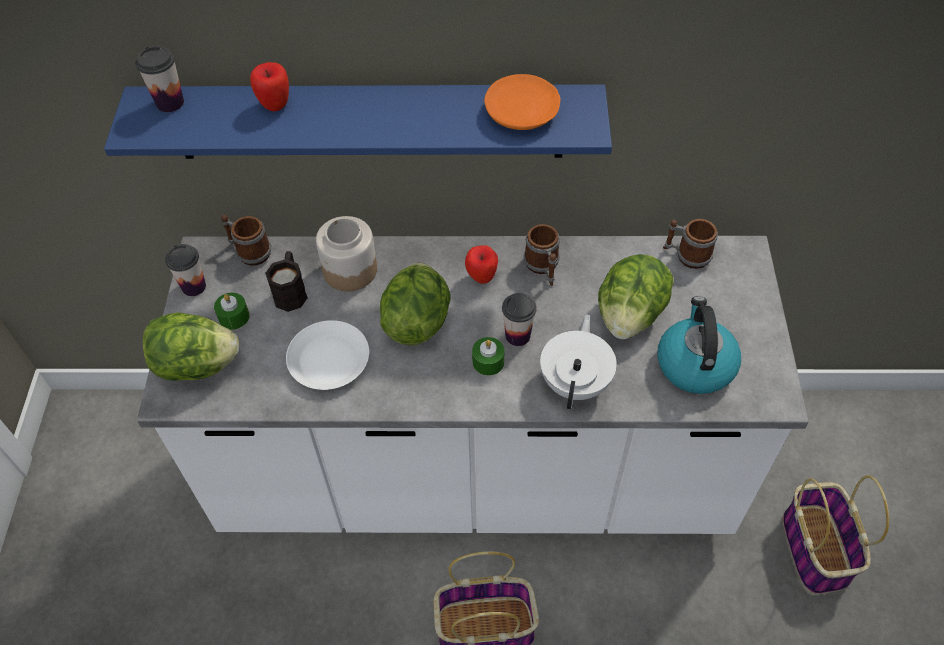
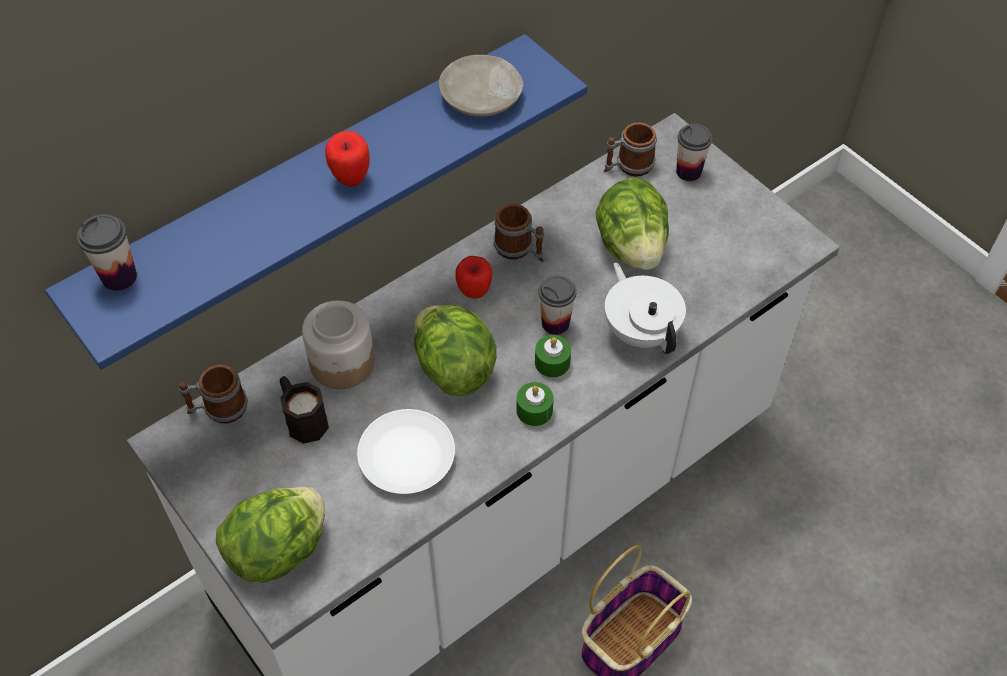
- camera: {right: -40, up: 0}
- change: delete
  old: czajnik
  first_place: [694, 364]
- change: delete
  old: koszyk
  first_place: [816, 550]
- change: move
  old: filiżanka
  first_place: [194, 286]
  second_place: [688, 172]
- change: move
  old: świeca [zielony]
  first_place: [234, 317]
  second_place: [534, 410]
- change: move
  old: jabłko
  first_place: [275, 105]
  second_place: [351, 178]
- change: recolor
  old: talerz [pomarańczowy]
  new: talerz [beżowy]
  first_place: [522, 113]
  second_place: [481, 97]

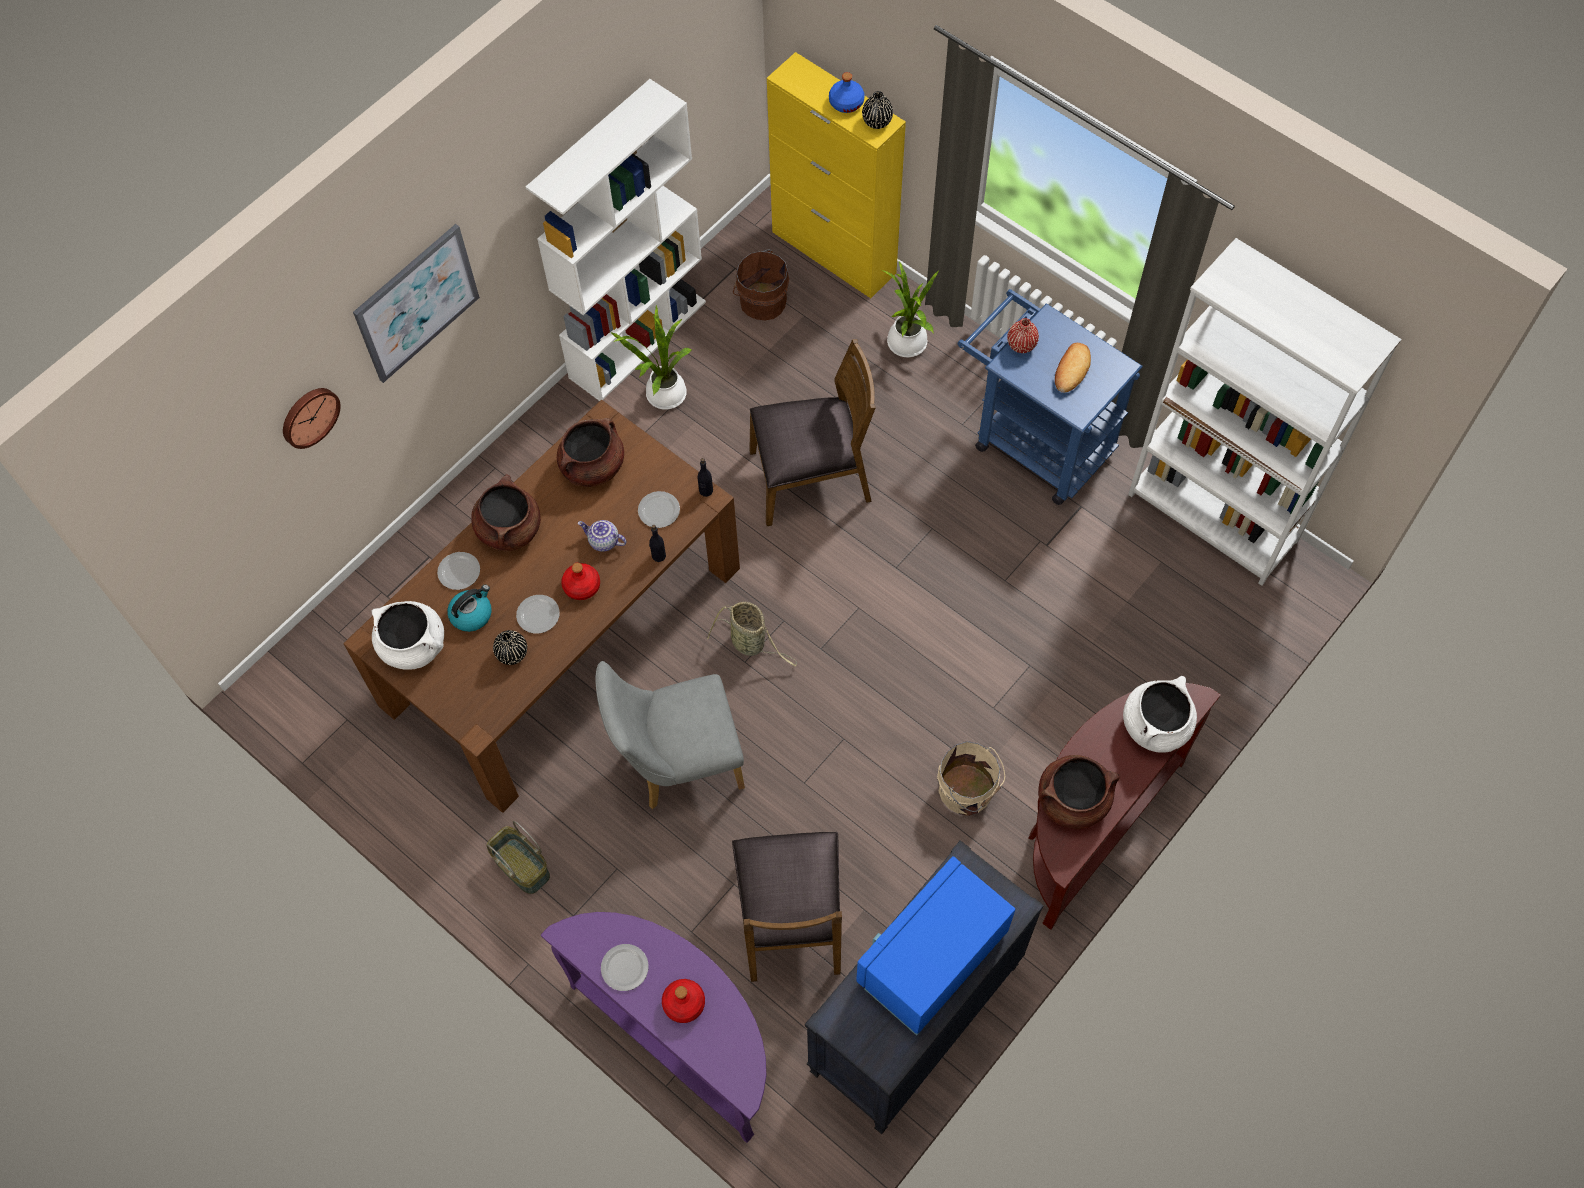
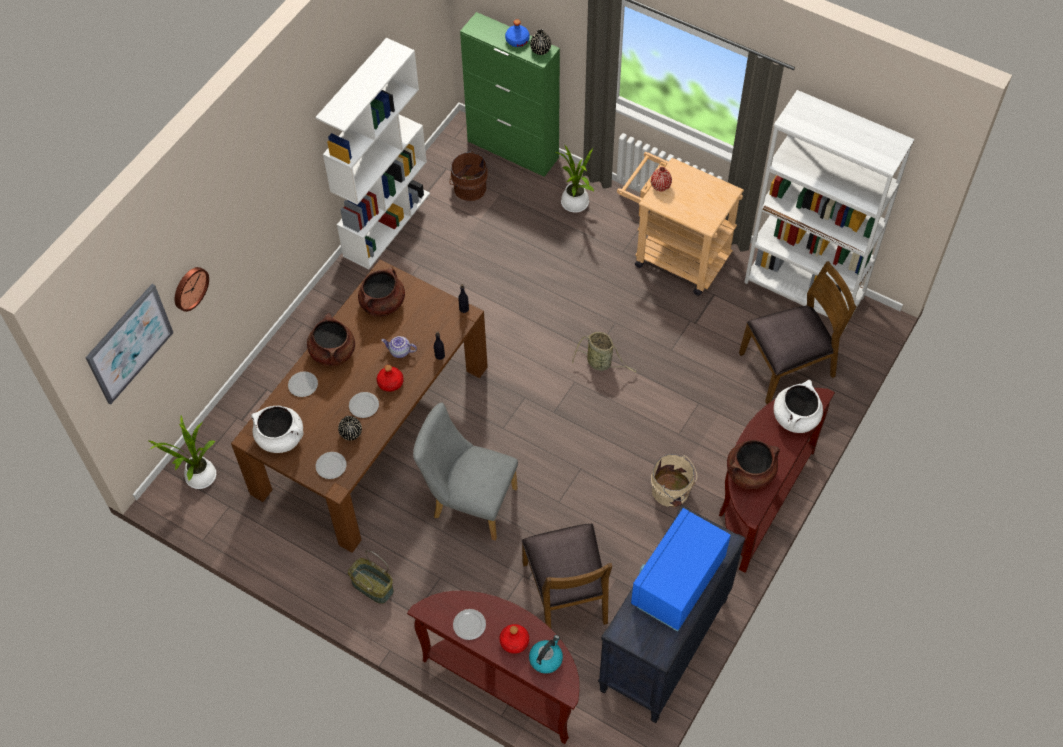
- camera: {right: -10, up: -5}
- change: delete
  old: chleb
  first_place: [1071, 370]
- change: move
  old: obraz
  first_place: [417, 303]
  second_place: [129, 343]
- change: move
  old: czajnik
  first_place: [472, 614]
  second_place: [546, 658]
- change: move
  old: roślina doniczkowa
  first_place: [662, 395]
  second_place: [198, 477]
- change: move
  old: talerz
  first_place: [658, 510]
  second_place: [331, 465]
- change: move
  old: koszyk
  first_place: [750, 643]
  second_place: [601, 363]
- change: move
  old: krzesło [brązowy]
  first_place: [811, 478]
  second_place: [788, 366]
- change: recolor
  old: stolik konsolowy [fioletowy]
  new: stolik konsolowy [brązowy]
  first_place: [681, 1036]
  second_place: [506, 681]
- change: recolor
  old: szafka [żółty]
  new: szafka [zielony]
  first_place: [834, 253]
  second_place: [513, 150]
- change: recolor
  old: wózek [niebieski]
  new: wózek [beżowy]
  first_place: [1034, 440]
  second_place: [674, 255]
- change: rotate
  old: krzesło [szary]
  first_place: [677, 763]
  second_place: [469, 501]
  degrees: 45

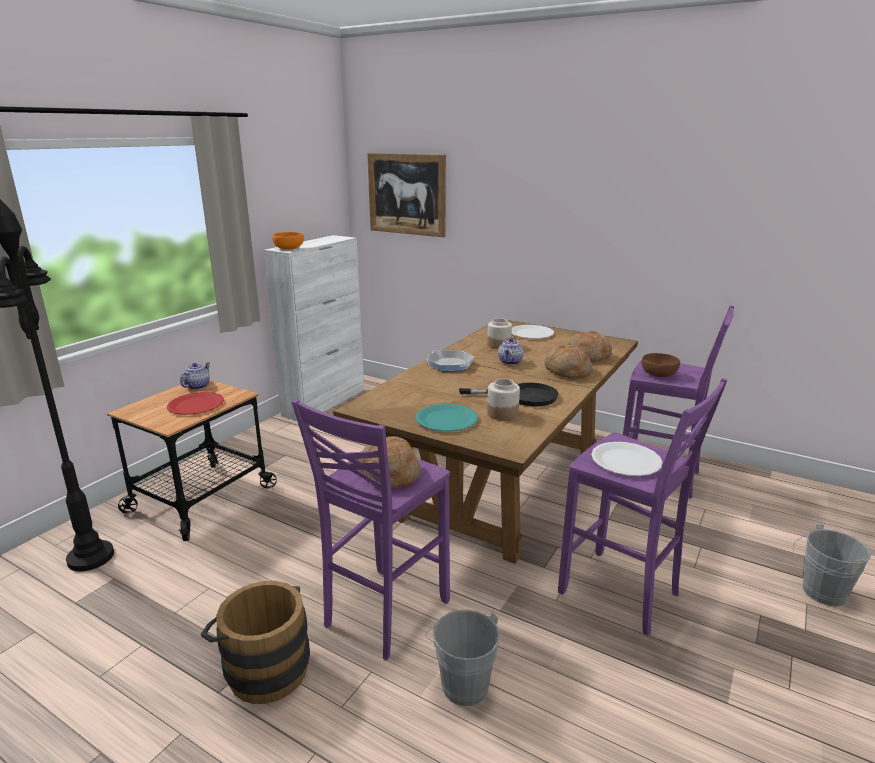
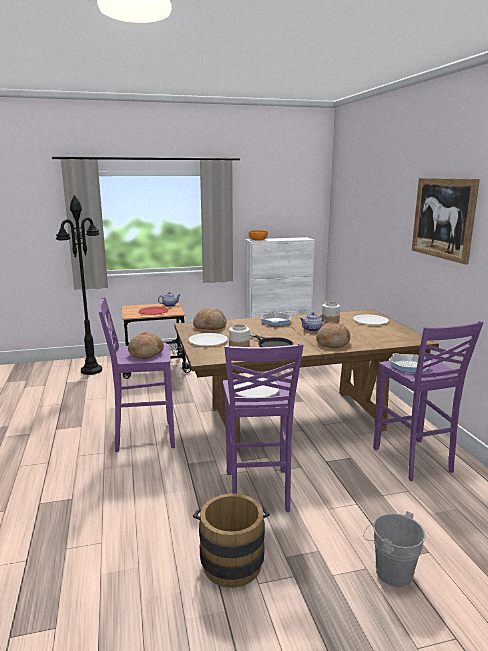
- camera: {right: 45, up: -5}
- change: delete
  old: wiadro [szary]
  first_place: [462, 682]
- change: move
  old: wiadro [brązowy]
  first_place: [263, 667]
  second_place: [231, 559]
- change: move
  old: obraz
  first_place: [406, 194]
  second_place: [443, 218]
- change: move
  old: chleb
  first_place: [588, 356]
  second_place: [210, 326]
- change: replace
  old: miska [brązowy]
  new: patelnia
  first_place: [659, 374]
  second_place: [409, 366]
- change: recolor
  old: talerz [turkusowy]
  new: talerz [biały]
  first_place: [446, 419]
  second_place: [208, 341]

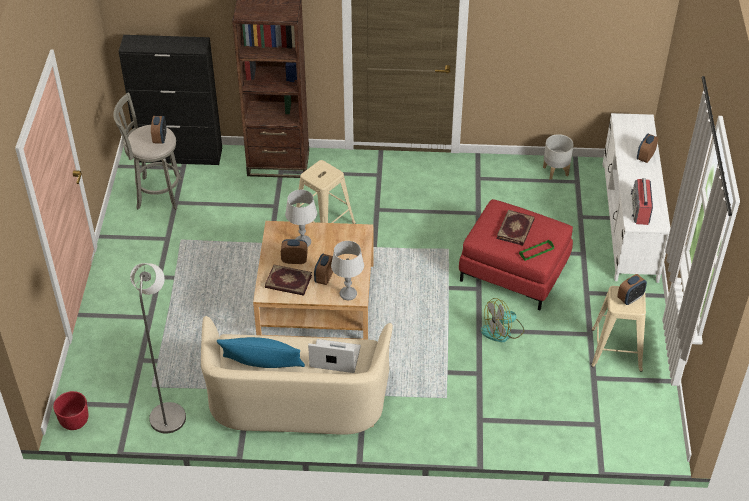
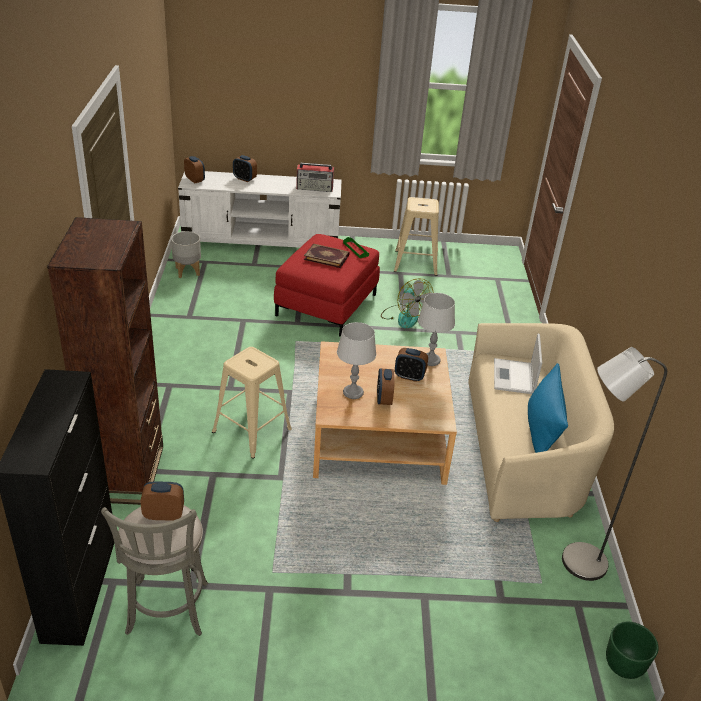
- camera: {right: -95, up: -10}
- change: delete
  old: książka
  first_place: [288, 282]
- change: move
  old: budzik
  first_place: [630, 298]
  second_place: [195, 180]
- change: recolor
  old: donica [czerwony]
  new: donica [zielony]
  first_place: [74, 421]
  second_place: [624, 666]

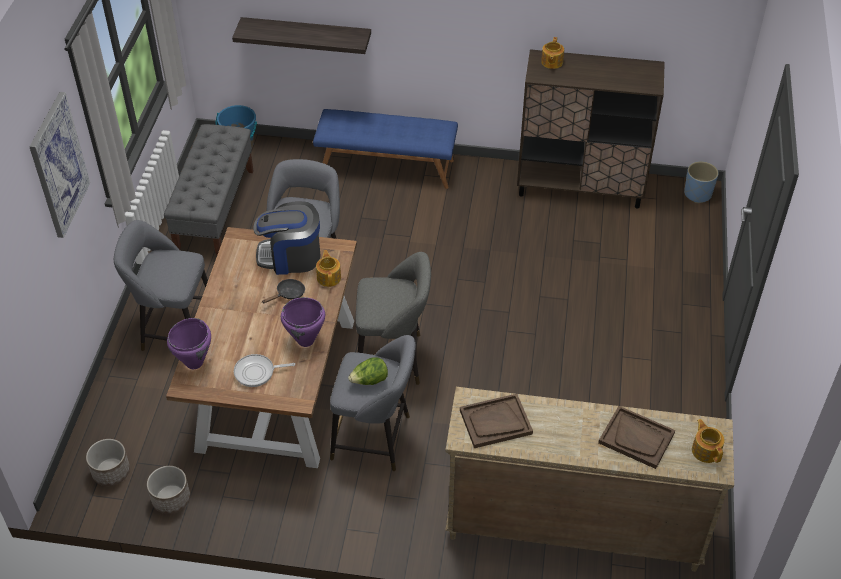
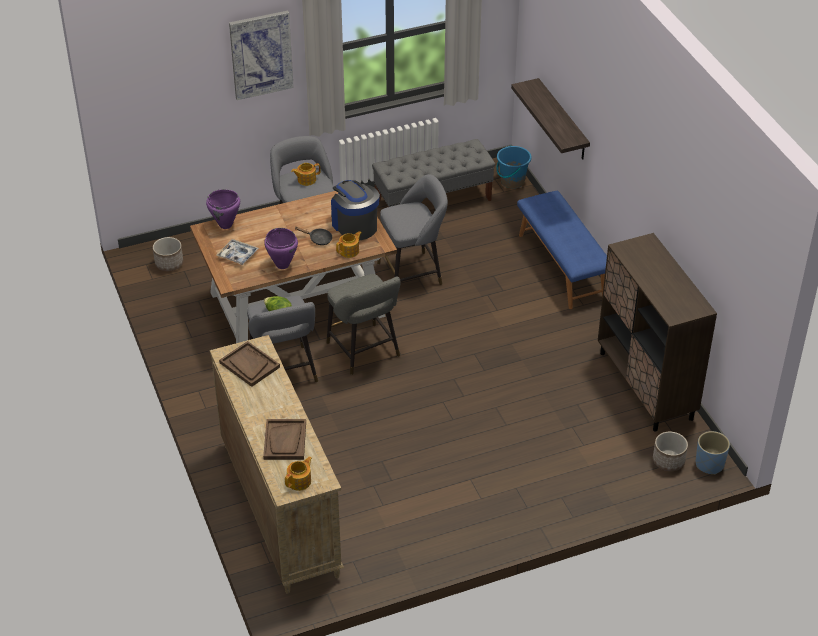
- camera: {right: 60, up: -5}
- change: move
  old: donica
  first_place: [171, 499]
  second_place: [668, 461]
- change: move
  old: imbryk
  first_place: [551, 62]
  second_place: [306, 180]
- change: replace
  old: patelnia
  new: taca
  first_place: [257, 372]
  second_place: [237, 255]

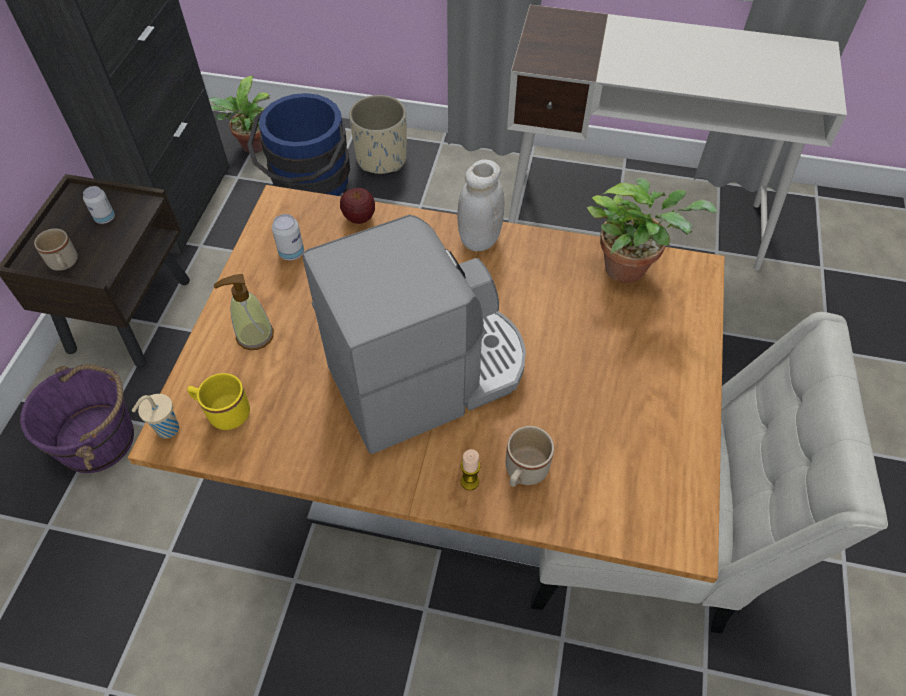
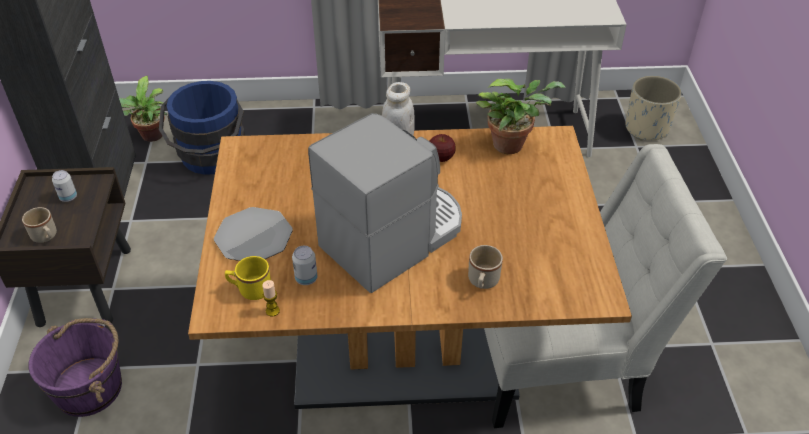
- camera: {right: -15, up: -10}
- change: delete
  old: filiżanka [beżowy]
  first_place: [166, 430]
- change: move
  old: puszka
  first_place: [291, 253]
  second_place: [306, 278]
- change: move
  old: jabłko
  first_place: [359, 218]
  second_place: [441, 158]
- change: move
  old: donica [beżowy]
  first_place: [382, 158]
  second_place: [646, 128]
- change: move
  old: świeca
  first_place: [469, 481]
  second_place: [272, 311]
- change: replace
  old: dozownik mydła
  new: talerz
  first_place: [254, 336]
  second_place: [254, 236]

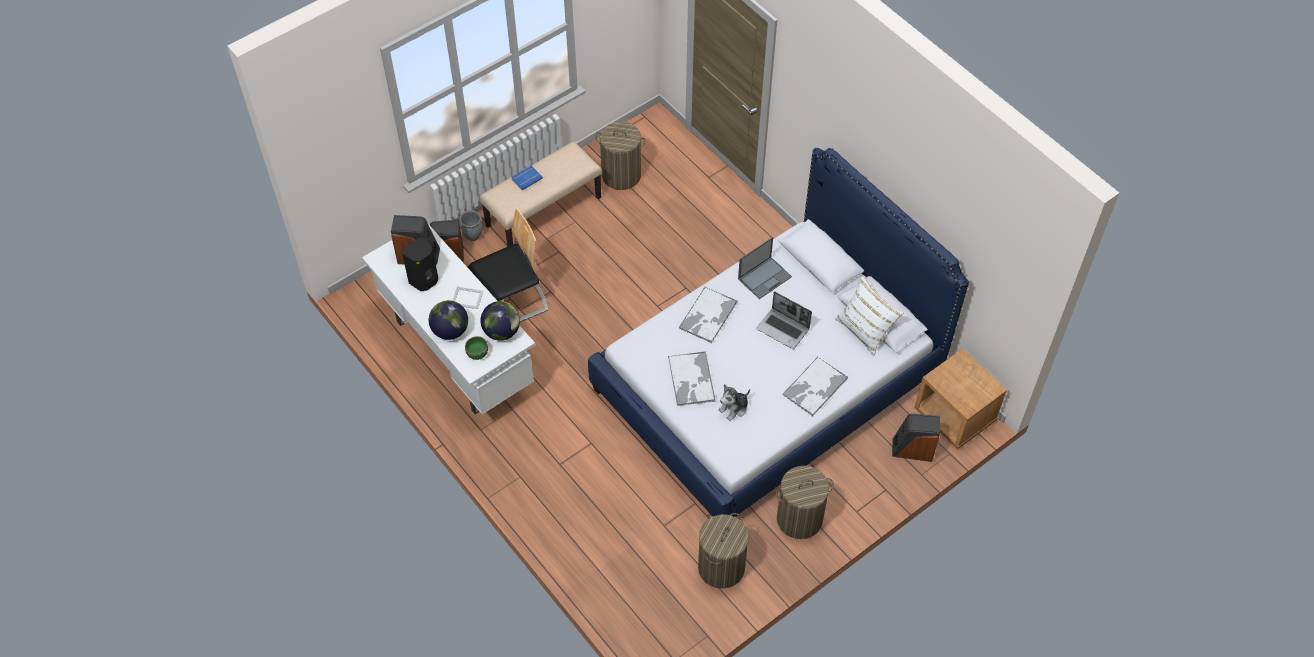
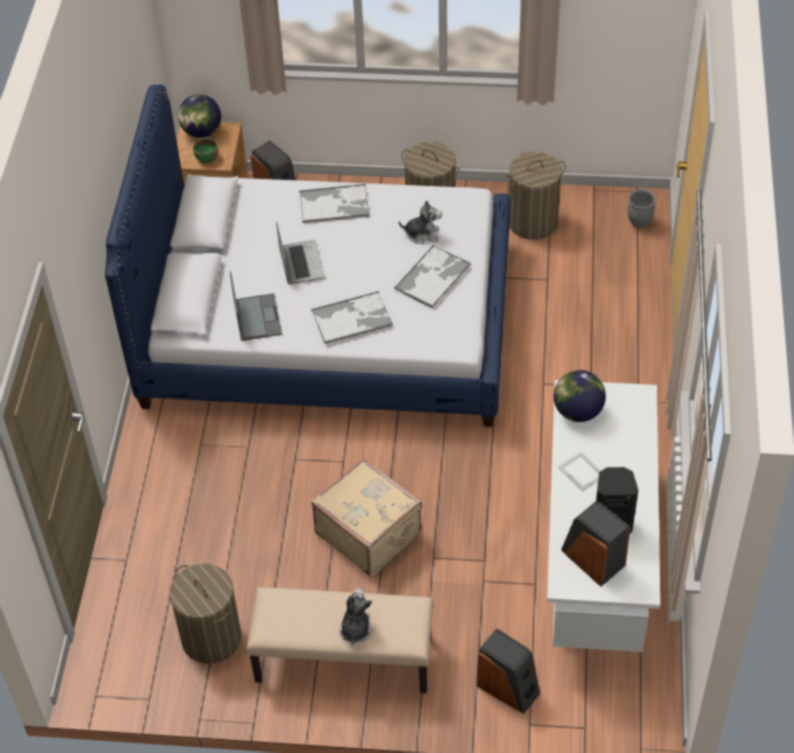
- camera: {right: -135, up: -5}
- change: delete
  old: krzesło
  first_place: [510, 302]
- change: delete
  old: poduszka [biały]
  first_place: [865, 329]
- change: insert
  new: walizka [beżowy]
  second_place: [369, 532]
- change: move
  old: globus
  first_place: [450, 330]
  second_place: [201, 132]
- change: move
  old: donica [szary]
  first_place: [473, 236]
  second_place: [638, 222]
- change: move
  old: miska [zielony]
  first_place: [477, 353]
  second_place: [207, 158]
- change: replace
  old: książka [niebieski]
  new: pluszak
  first_place: [527, 178]
  second_place: [355, 629]
- change: rotate
  old: laptop
  first_place: [765, 277]
  second_place: [257, 317]
  degrees: 75

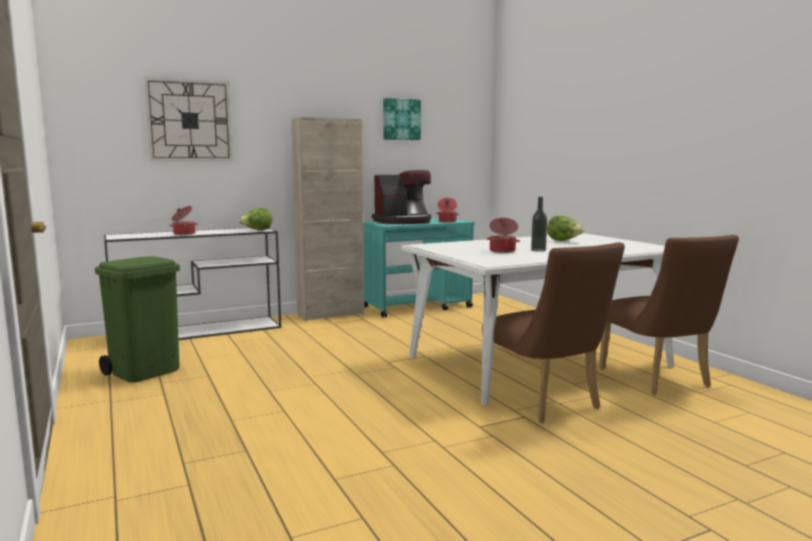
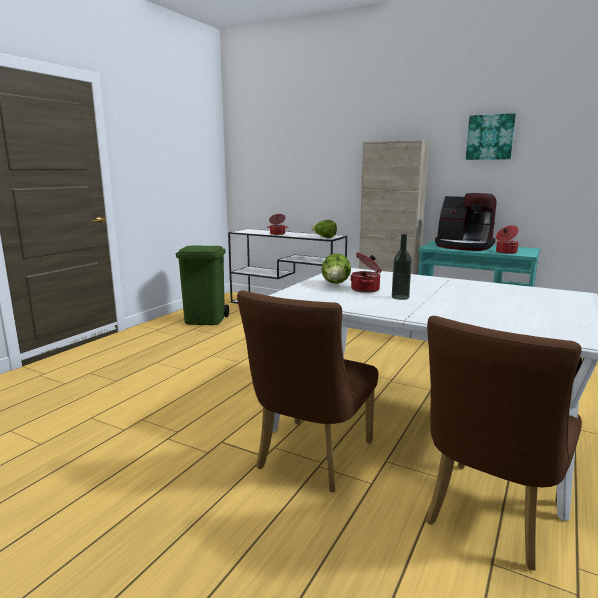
- camera: {right: 55, up: 5}
- change: delete
  old: zegar ścienny
  first_place: [189, 120]
- change: move
  old: sałata
  first_place: [564, 241]
  second_place: [336, 284]

